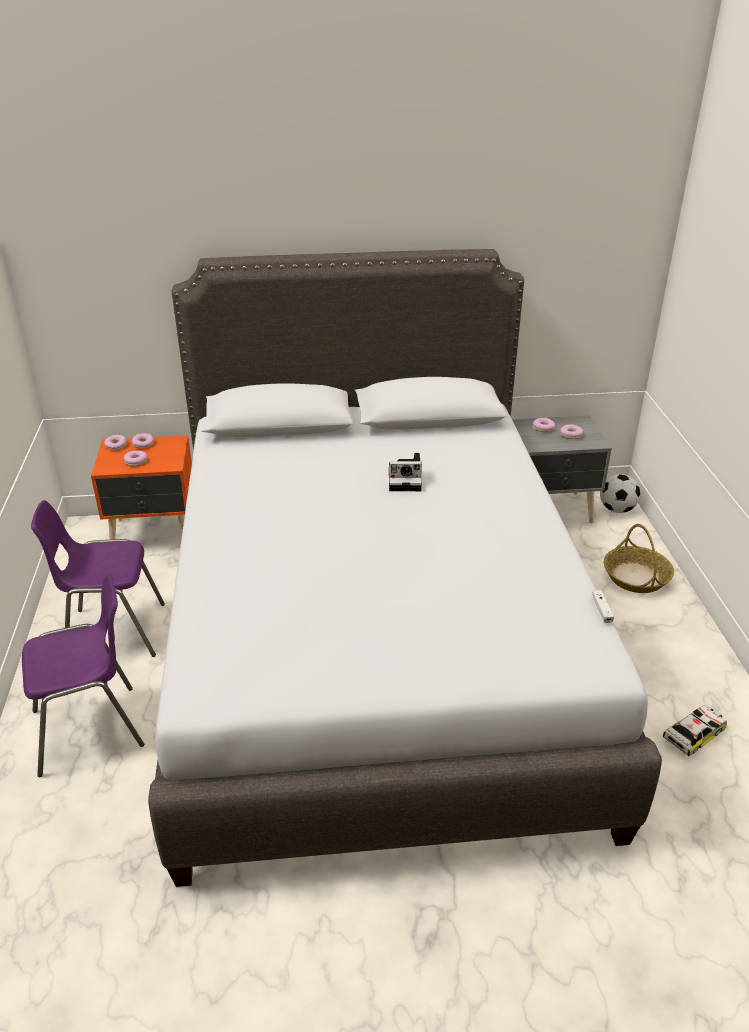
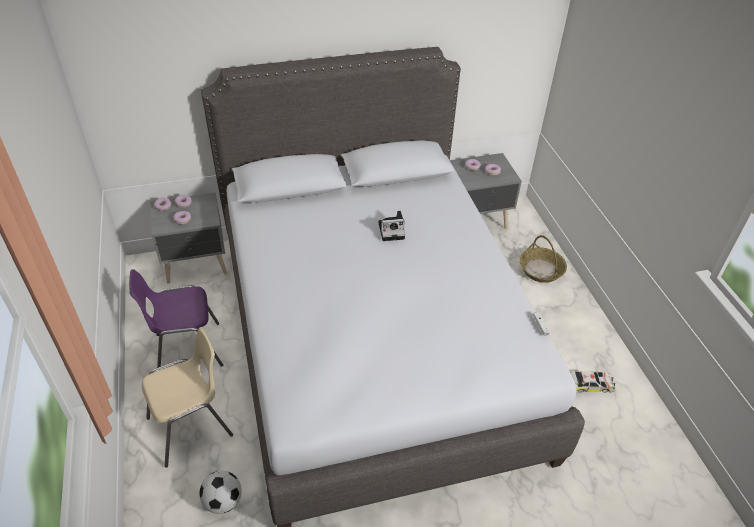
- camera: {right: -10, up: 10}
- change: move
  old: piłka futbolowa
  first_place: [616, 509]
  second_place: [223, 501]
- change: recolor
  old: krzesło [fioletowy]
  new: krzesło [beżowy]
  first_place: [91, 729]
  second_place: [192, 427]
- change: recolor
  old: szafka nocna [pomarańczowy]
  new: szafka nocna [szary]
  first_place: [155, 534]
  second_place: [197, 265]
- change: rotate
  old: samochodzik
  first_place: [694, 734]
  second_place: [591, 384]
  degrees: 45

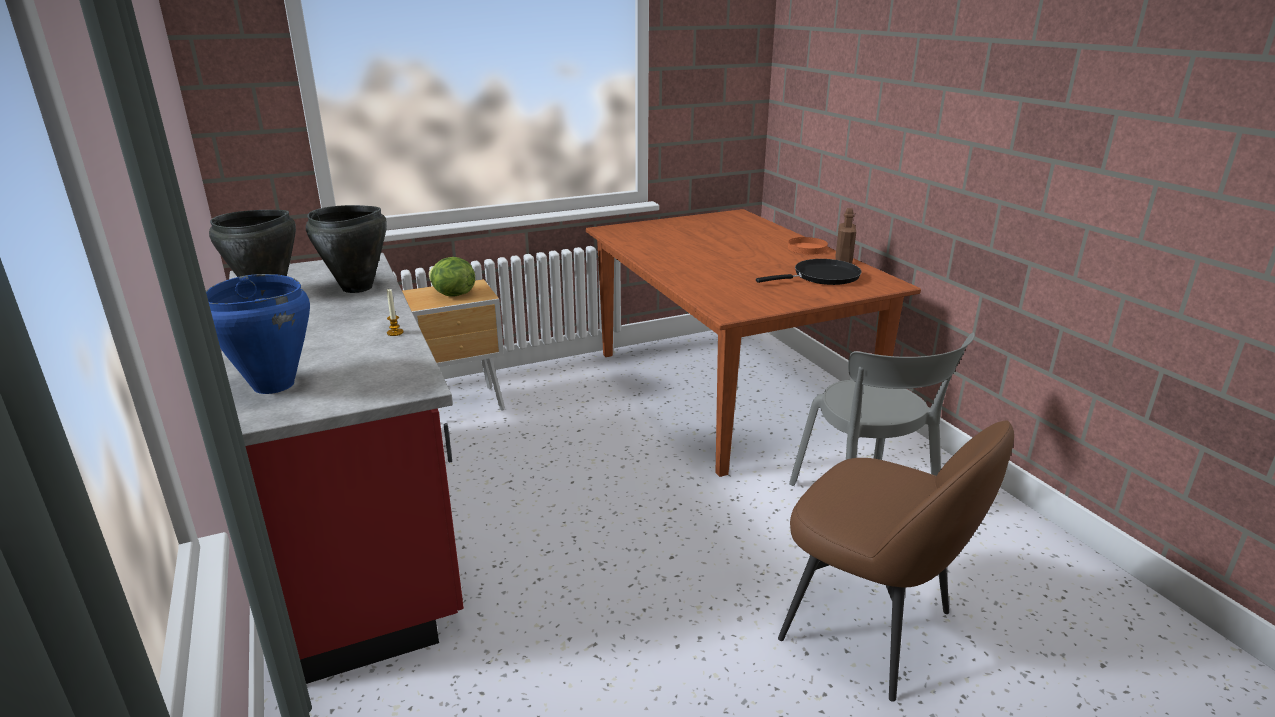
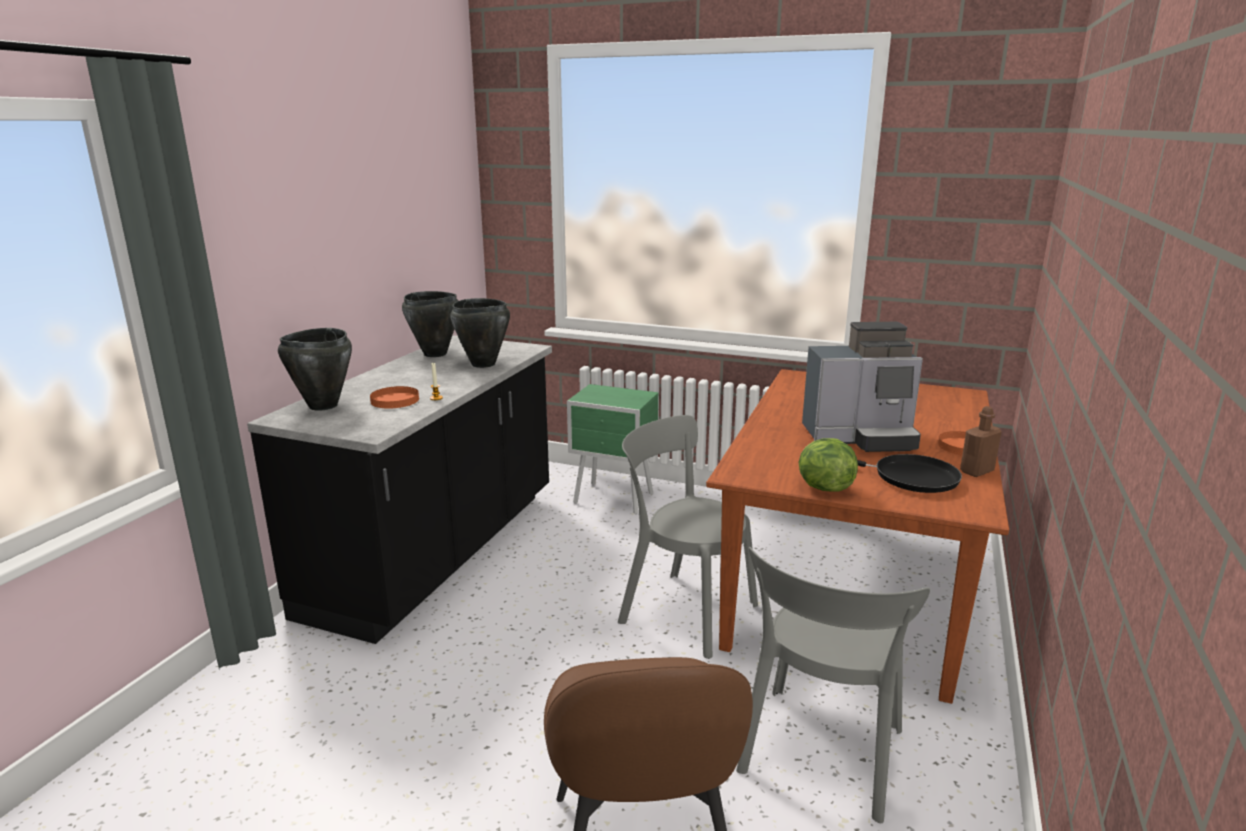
- camera: {right: 45, up: -5}
- change: insert
  new: talerz [pomarańczowy]
  second_place: [395, 400]
- change: insert
  new: krzesło [szary]
  second_place: [683, 611]
- change: insert
  new: ekspres do kawy
  second_place: [860, 437]
- change: move
  old: sałata
  first_place: [452, 295]
  second_place: [823, 487]
- change: recolor
  old: garnek [niebieski]
  new: garnek [czarny]
  first_place: [273, 385]
  second_place: [322, 406]
- change: recolor
  old: zabudowa kuchenna [czerwony]
  new: zabudowa kuchenna [czarny]
  first_place: [360, 531]
  second_place: [438, 552]
- change: recolor
  old: szafka nocna [brązowy]
  new: szafka nocna [zielony]
  first_place: [464, 406]
  second_place: [615, 499]

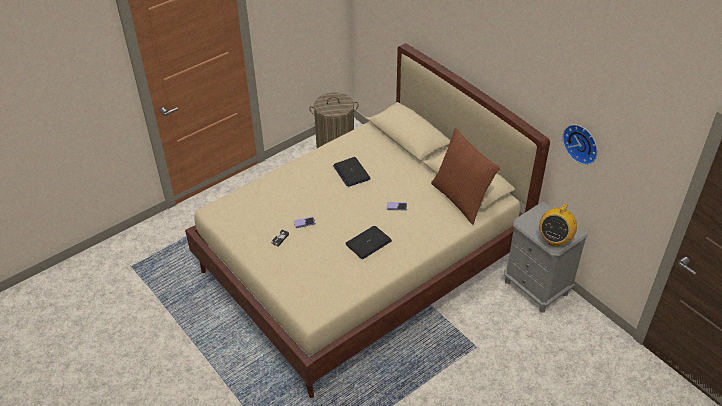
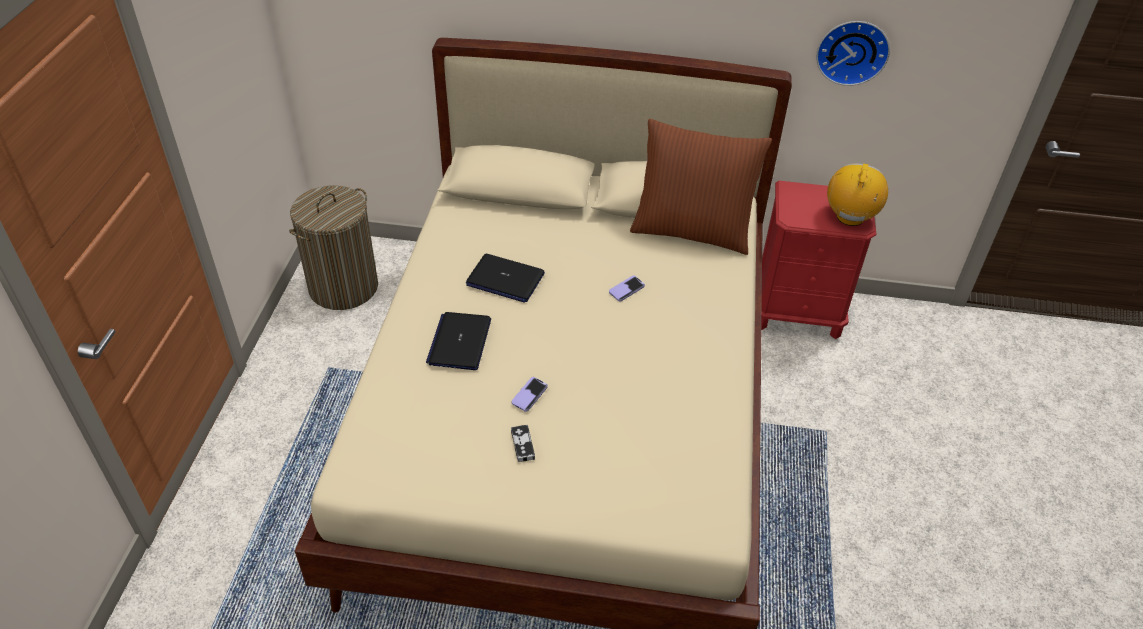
- camera: {right: -45, up: 0}
- change: move
  old: laptop
  first_place: [368, 243]
  second_place: [459, 342]
- change: recolor
  old: szafka nocna [szary]
  new: szafka nocna [czerwony]
  first_place: [536, 287]
  second_place: [798, 313]
- change: rotate
  old: radio
  first_place: [554, 239]
  second_place: [850, 217]
  degrees: -150

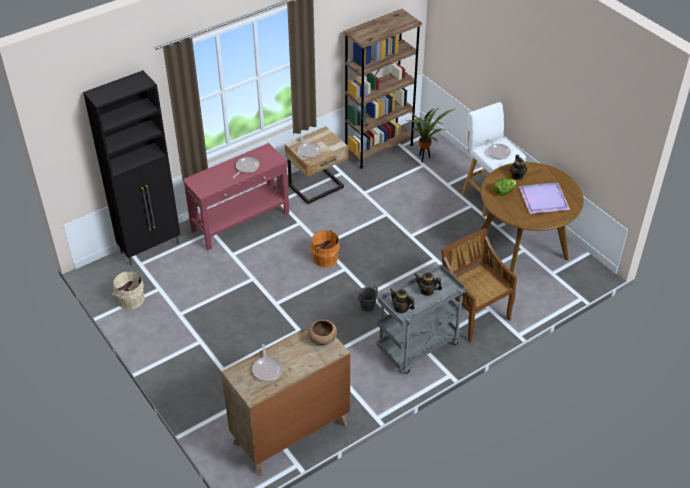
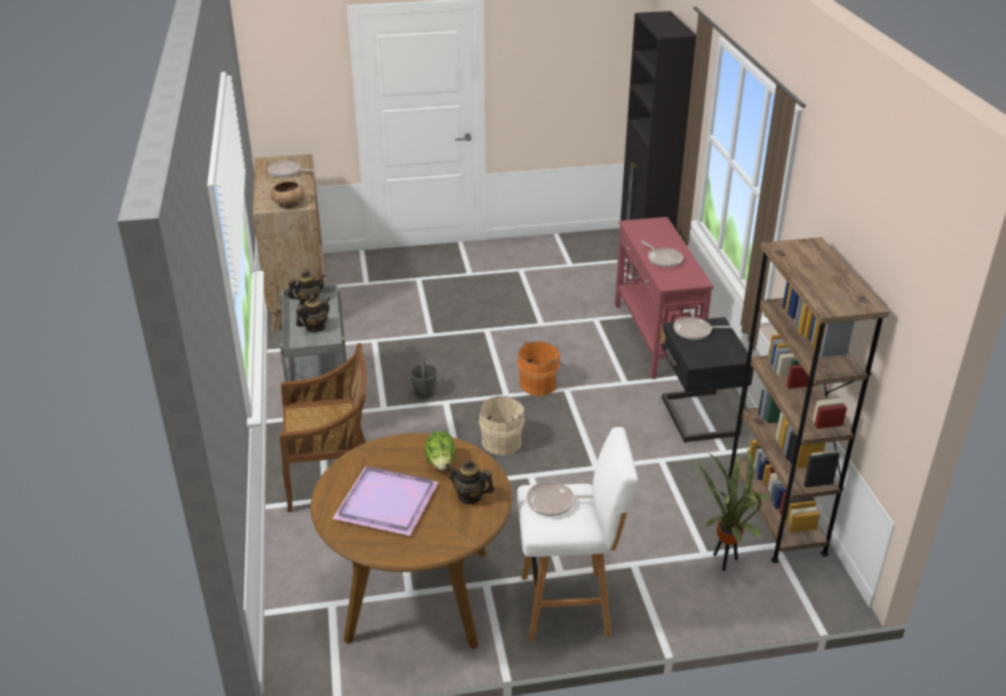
- camera: {right: 115, up: -10}
- change: move
  old: wiadro [beżowy]
  first_place: [130, 299]
  second_place: [503, 441]
- change: recolor
  old: szafka nocna [beżowy]
  new: szafka nocna [czarny]
  first_place: [317, 188]
  second_place: [697, 418]

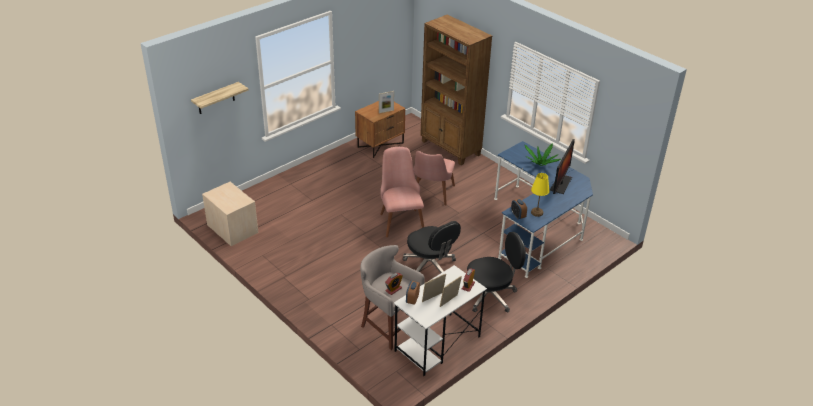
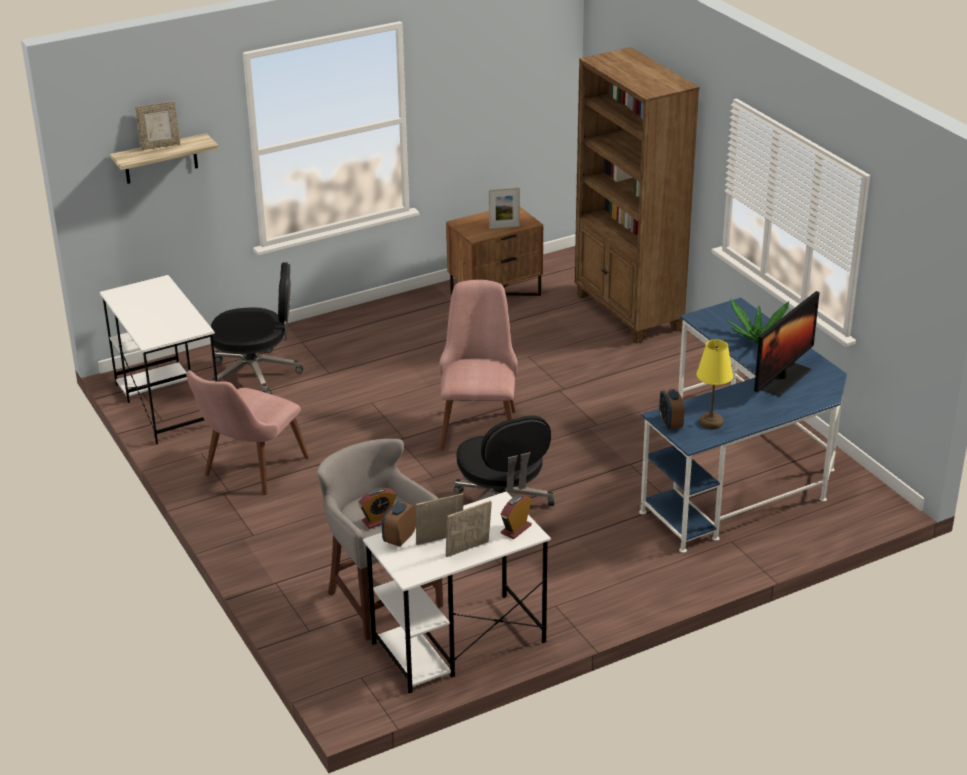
- camera: {right: 15, up: -5}
- change: insert
  new: ramka na zdjęcie
  second_place: [160, 146]
- change: move
  old: krzesło [różowy]
  first_place: [431, 195]
  second_place: [248, 472]
- change: move
  old: krzesło biurowe [czarny]
  first_place: [490, 295]
  second_place: [257, 373]
- change: replace
  old: szafka nocna [beżowy]
  new: biurko [biały]
  first_place: [232, 228]
  second_place: [167, 403]

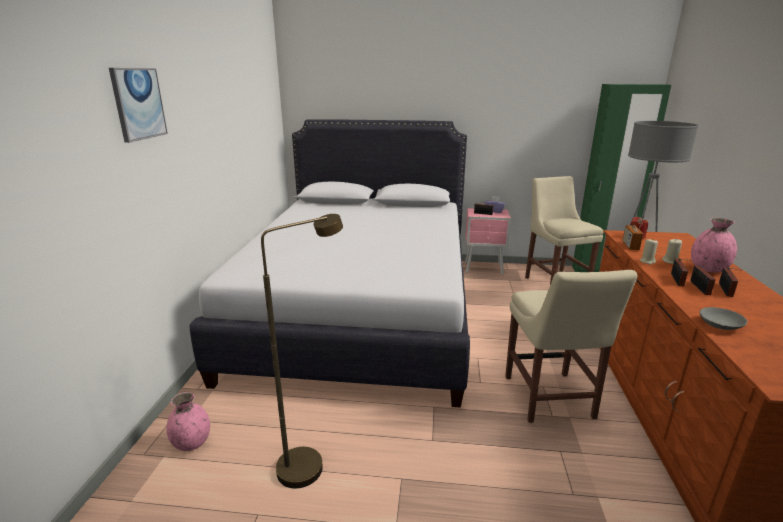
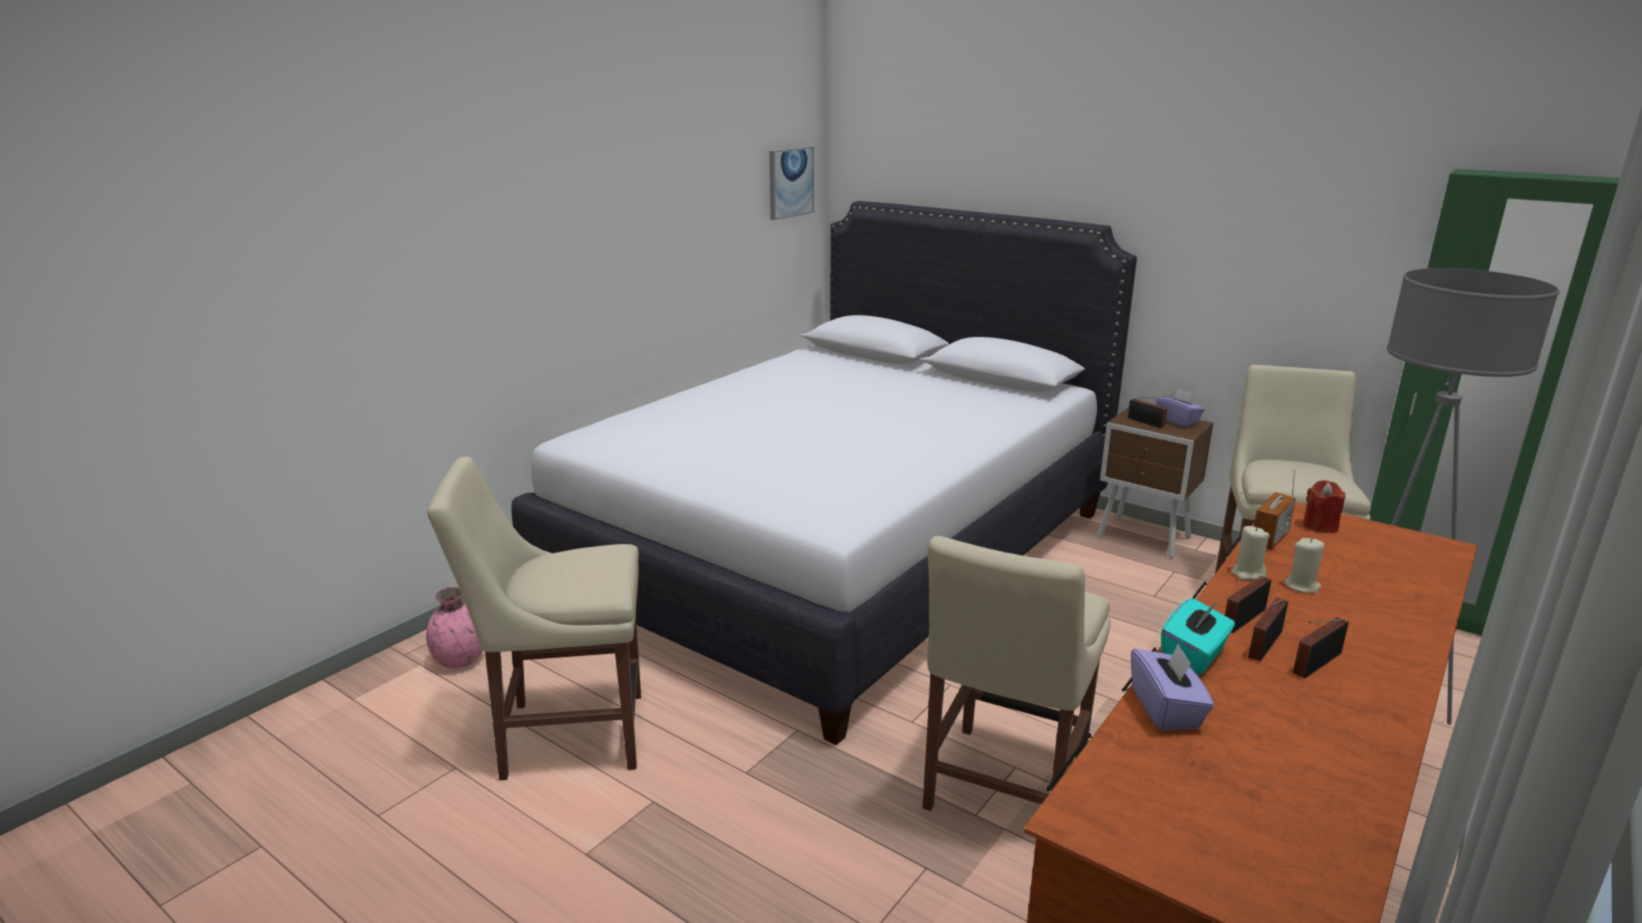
- camera: {right: 30, up: 0}
- change: delete
  old: wazon [różowy]
  first_place: [708, 269]
- change: insert
  new: pudełko chusteczek [turkusowy]
  second_place: [1194, 656]
- change: move
  old: obraz
  first_place: [138, 103]
  second_place: [790, 182]
- change: replace
  old: lampa stojąca [brązowy]
  new: krzesło [beżowy]
  first_place: [310, 462]
  second_place: [565, 734]
- change: replace
  old: miska [szary]
  new: pudełko chusteczek [fioletowy]
  first_place: [719, 325]
  second_place: [1166, 709]
- change: recolor
  old: szafka nocna [różowy]
  new: szafka nocna [brązowy]
  first_place: [484, 269]
  second_place: [1145, 538]

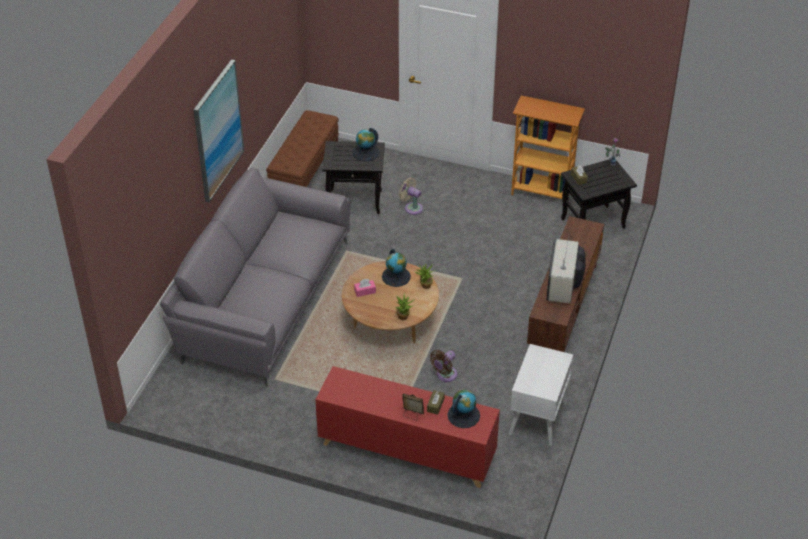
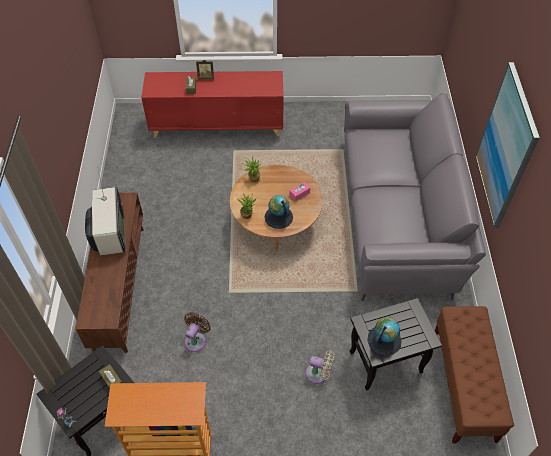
- camera: {right: 160, up: 10}
- change: delete
  old: globus
  first_place: [463, 415]
- change: delete
  old: szafka nocna [biały]
  first_place: [538, 418]
- change: move
  old: wentylator [brązowy]
  first_place: [445, 375]
  second_place: [196, 340]

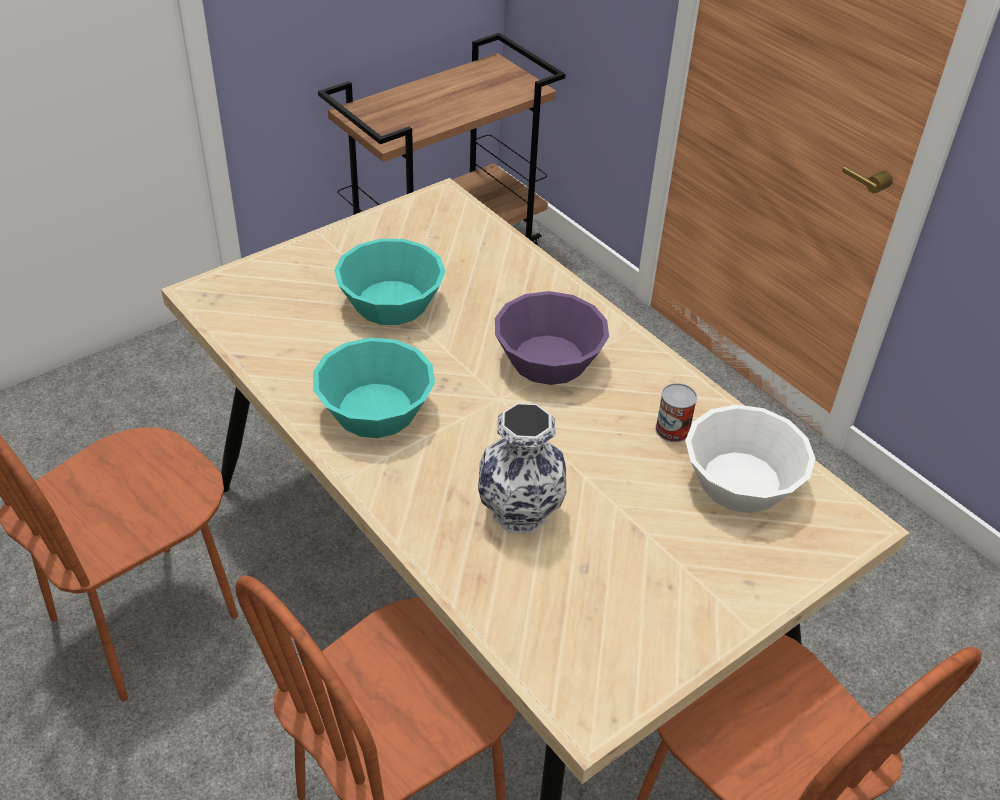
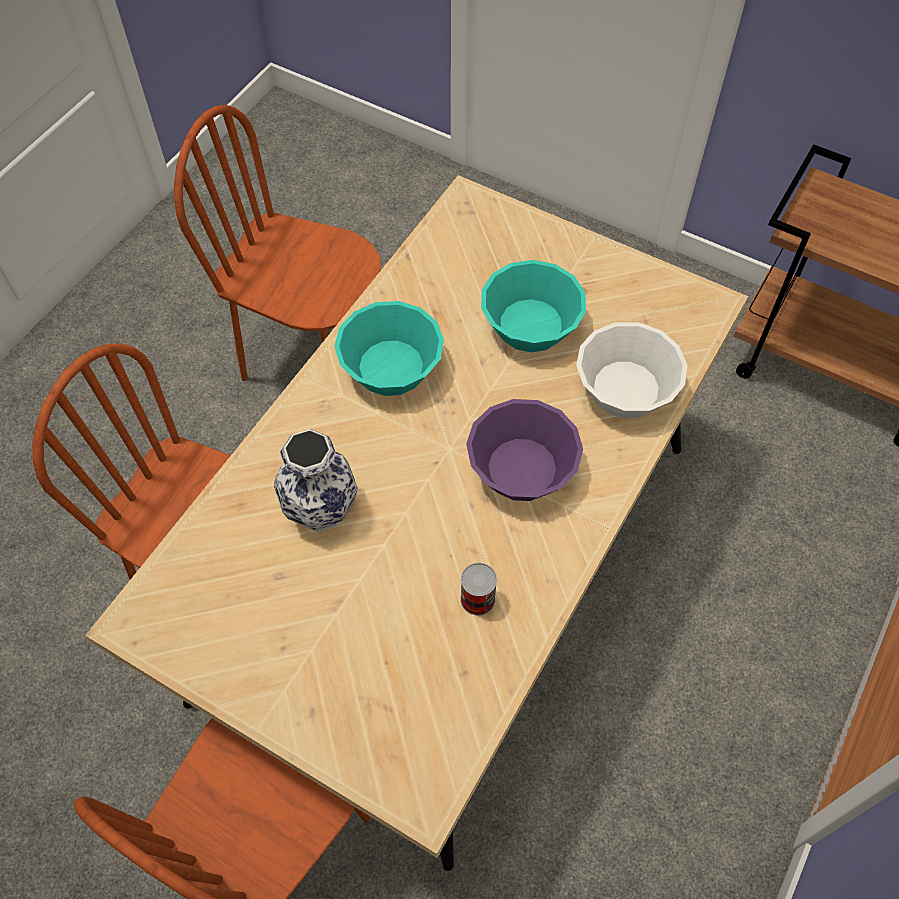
- camera: {right: 70, up: 15}
- change: move
  old: miska [biały]
  first_place: [740, 481]
  second_place: [625, 388]

